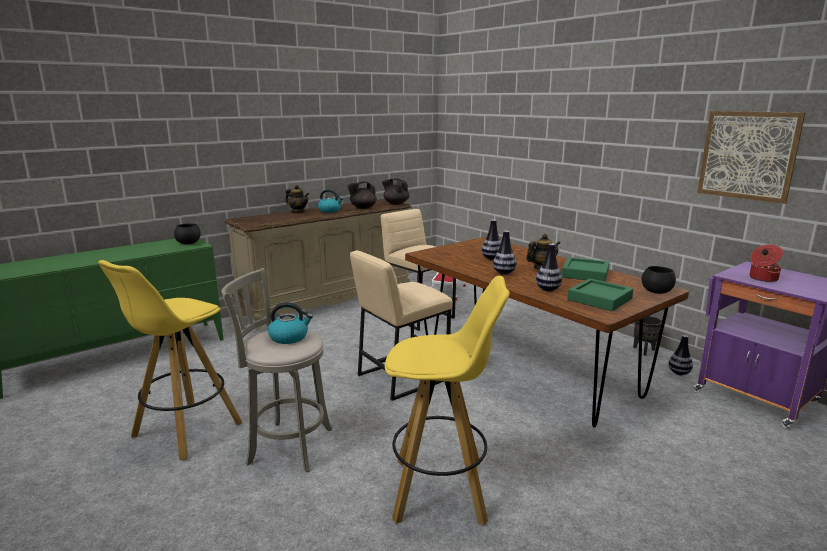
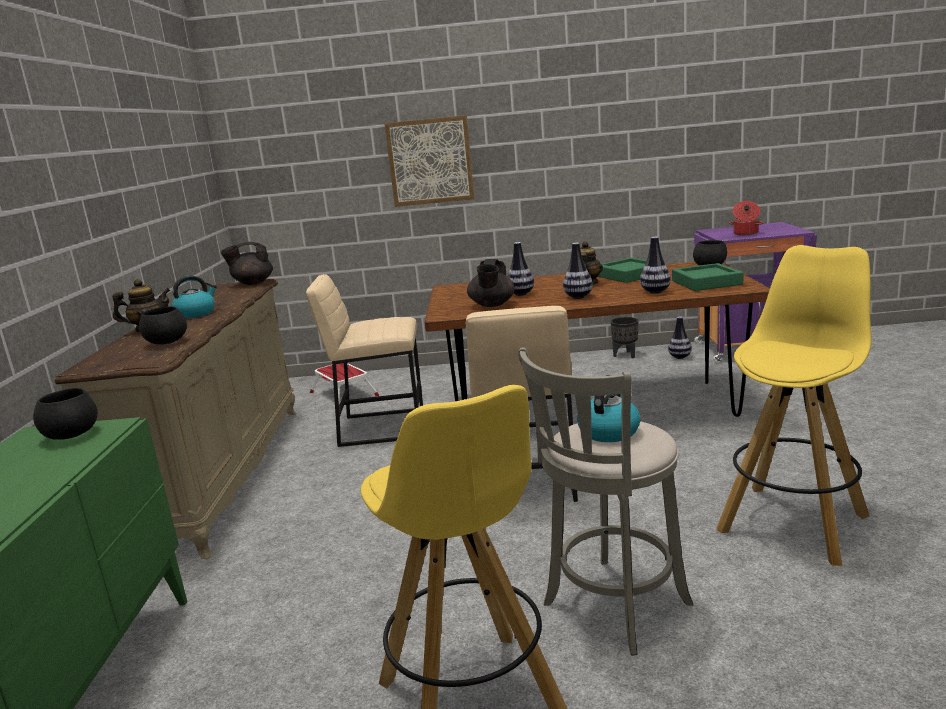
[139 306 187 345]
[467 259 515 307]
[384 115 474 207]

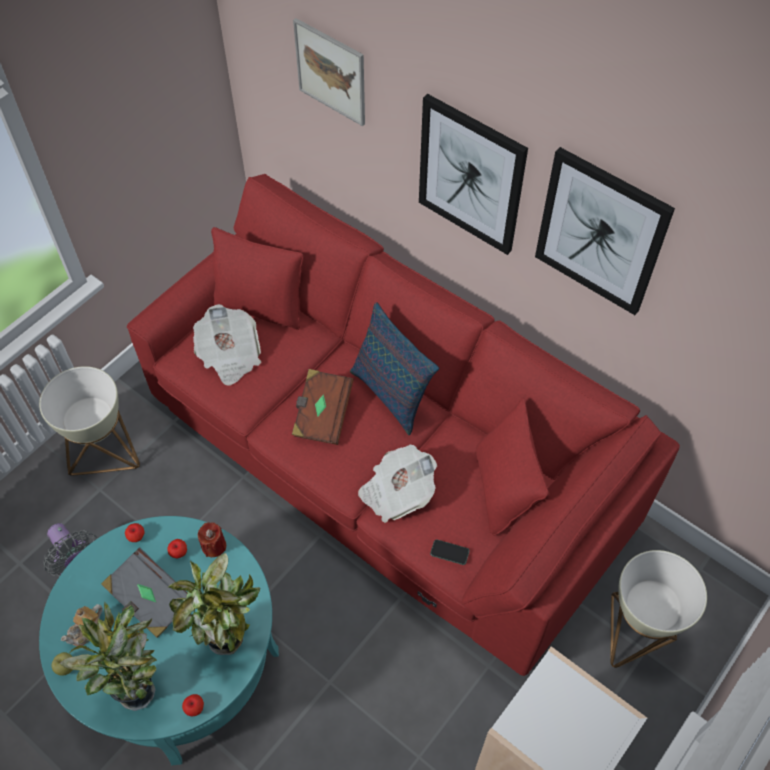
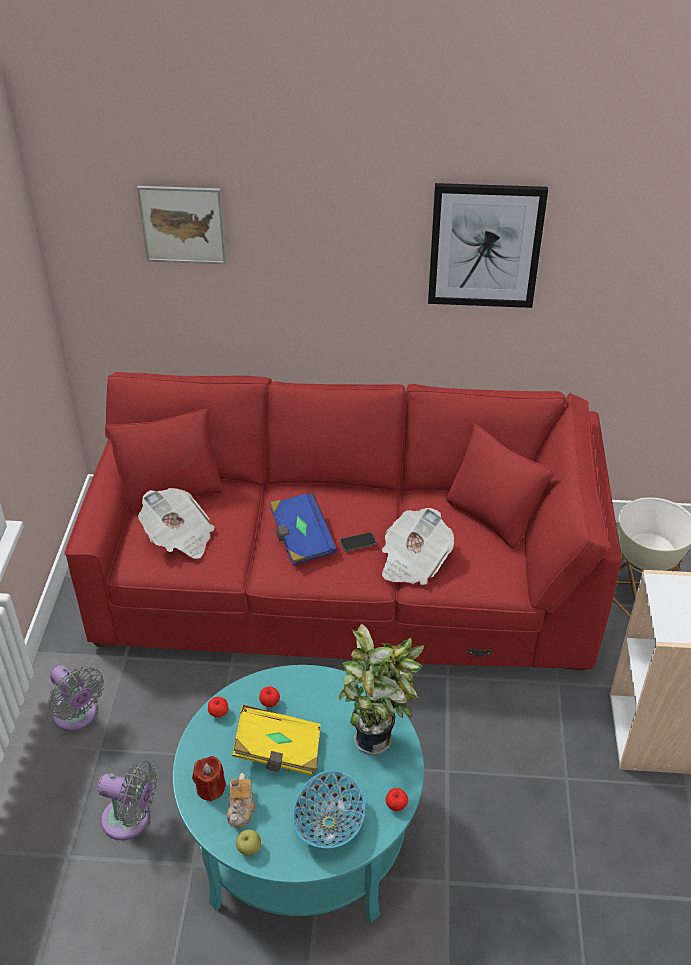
[350 302 439 435] (first image)
[419 94 528 255] (first image)
[192 756 226 802]
[340 532 377 551]
[48 665 104 731]
[292 770 365 849]
[232 705 321 776]
[270 492 337 565]

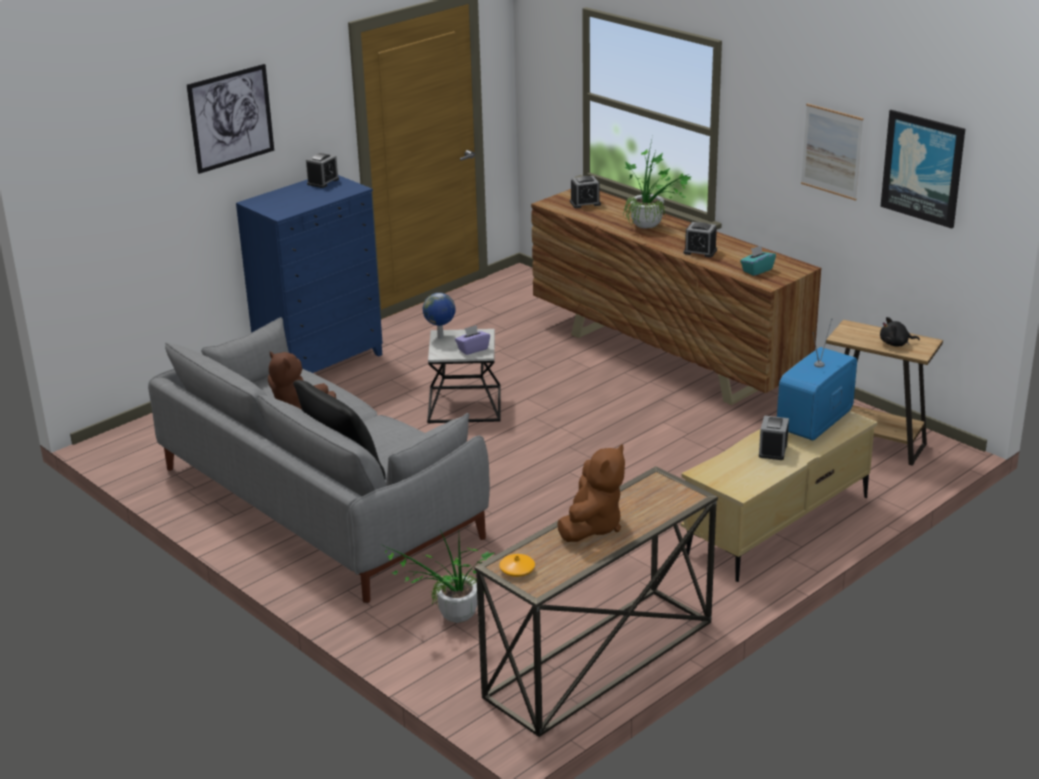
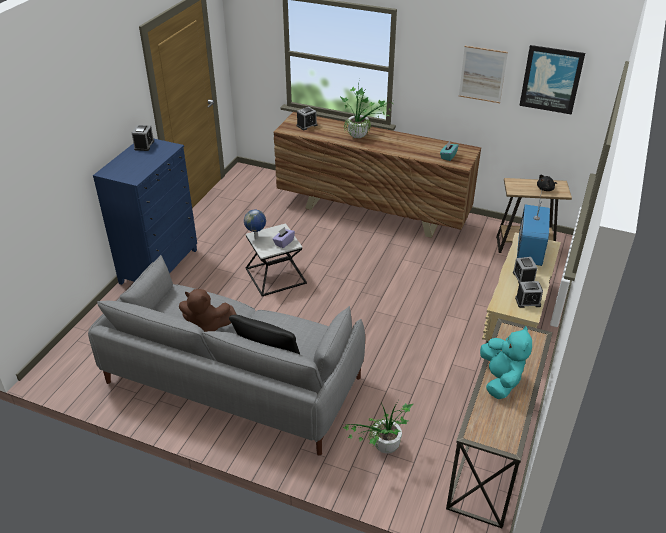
[187 64 274 174] (first image)
[499 554 535 577] (first image)
[515 281 543 308]
[480 326 532 399]

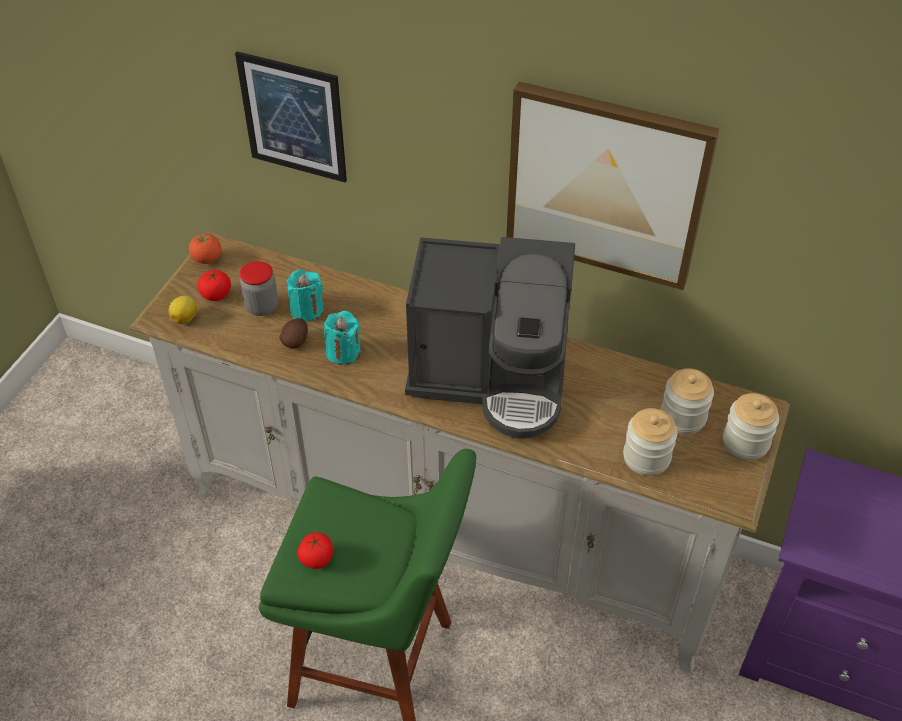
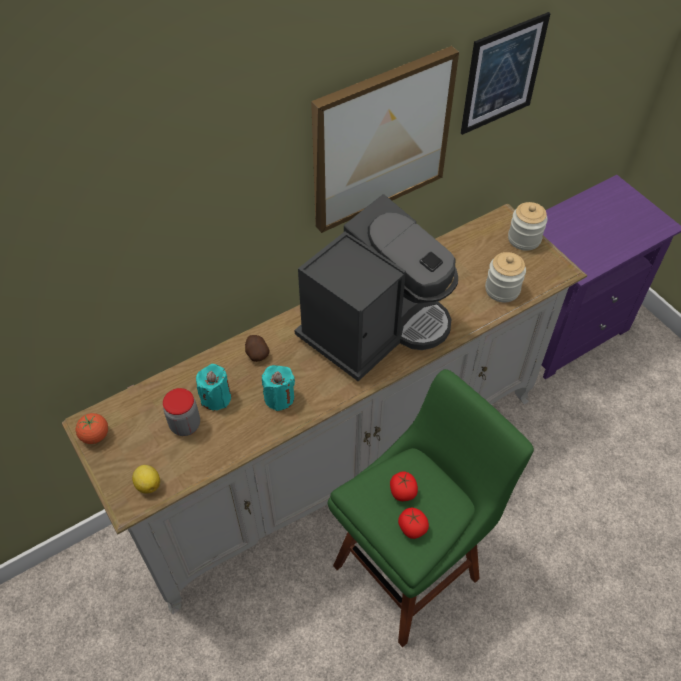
[661 368 714 434] (first image)
[390 471 418 501]
[461 12 551 135]
[245 335 269 362]

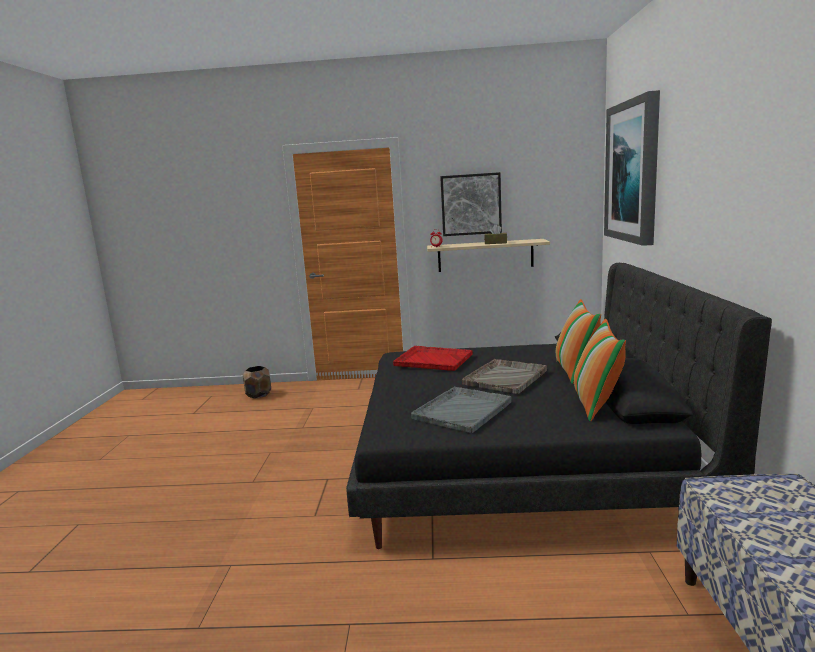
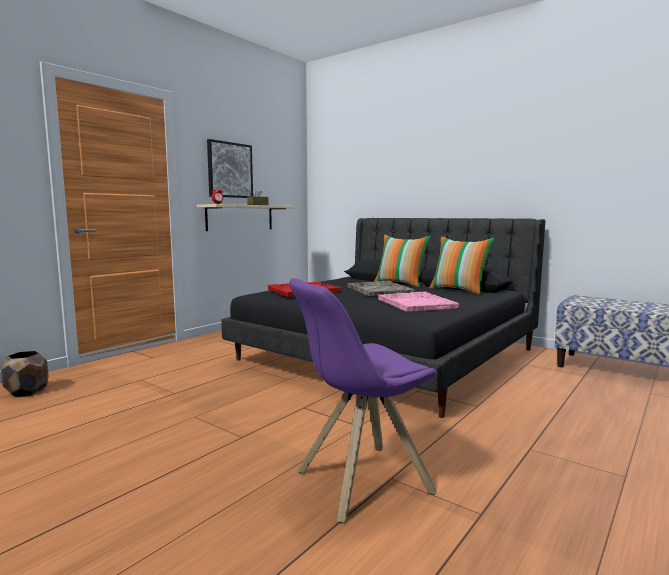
[604 90 660 246] (first image)
[289 278 437 523]
[378 291 459 312]

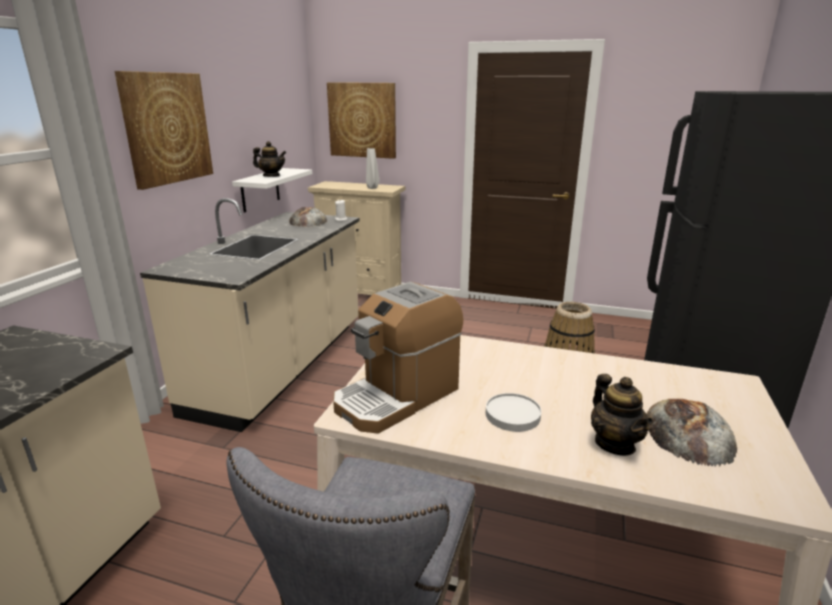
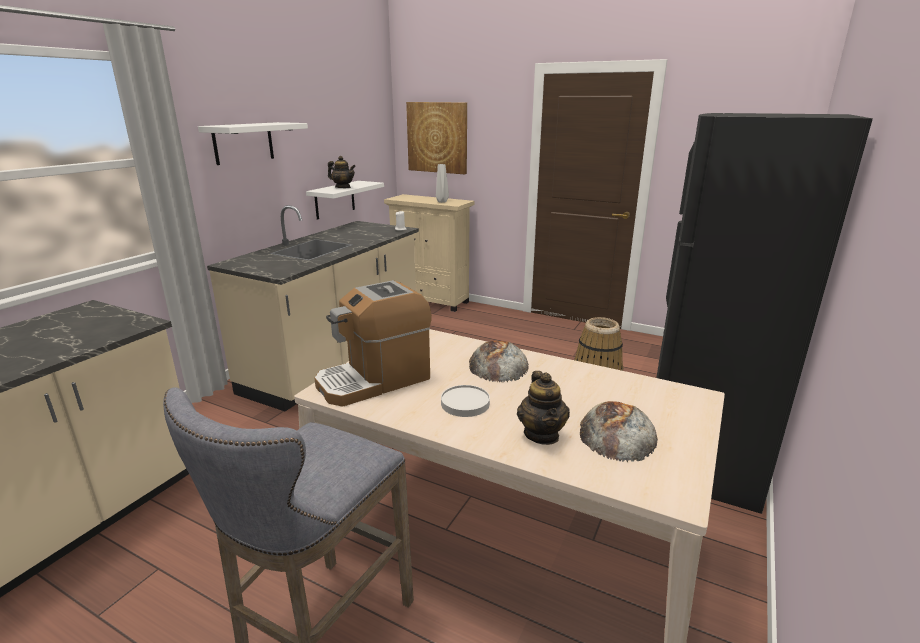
[469 340 529 382]
[198 122 308 165]

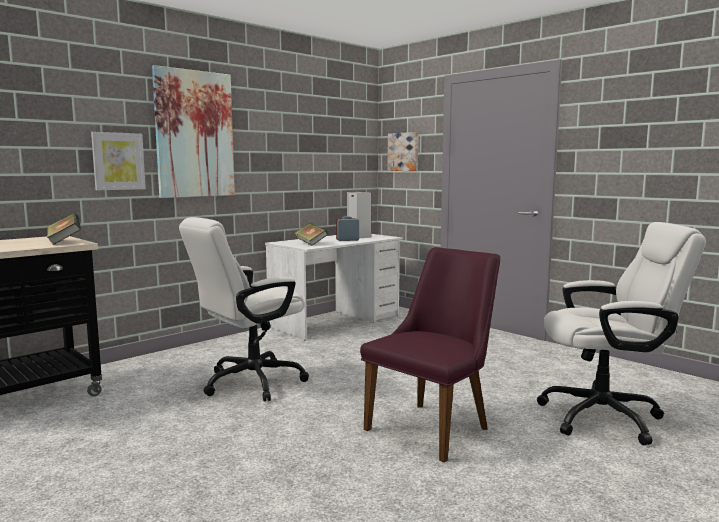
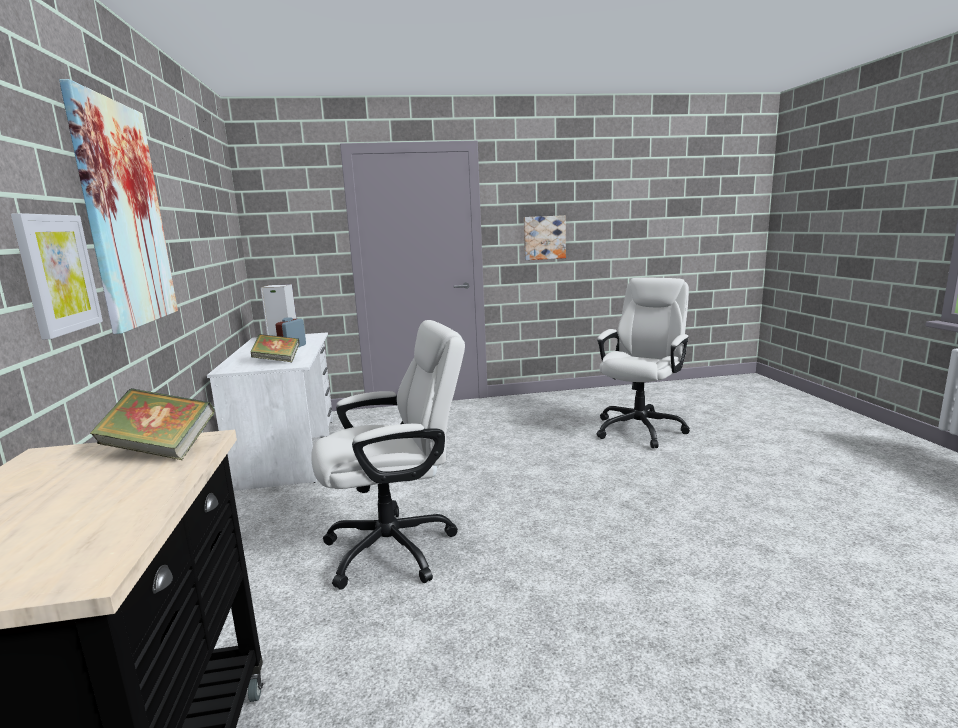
[360 247 500 463] (first image)
[524 215 566 260]
[311 320 465 590]

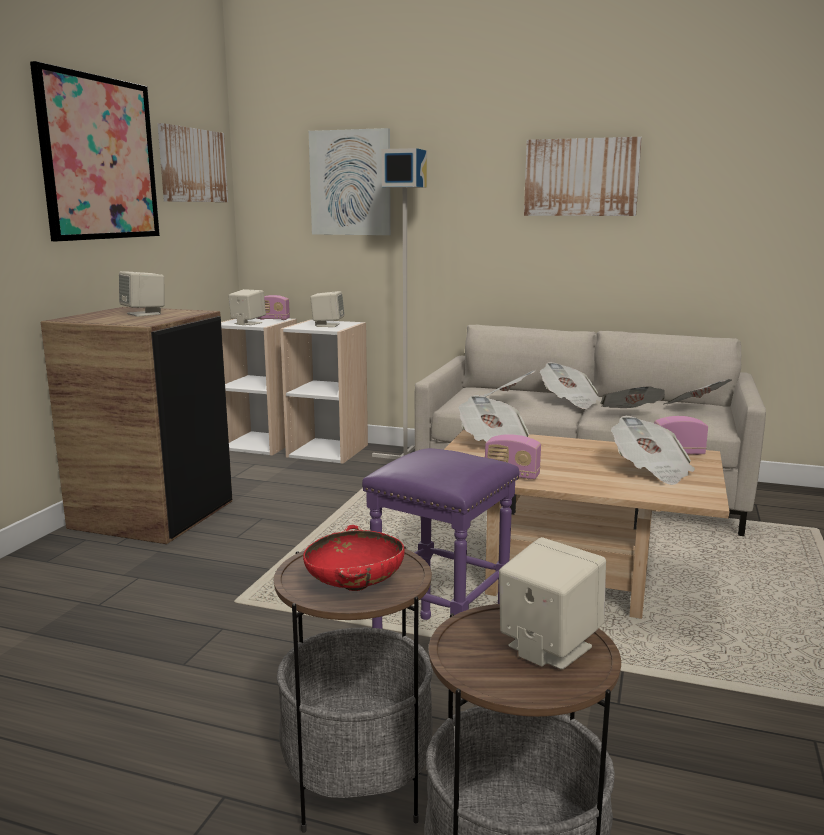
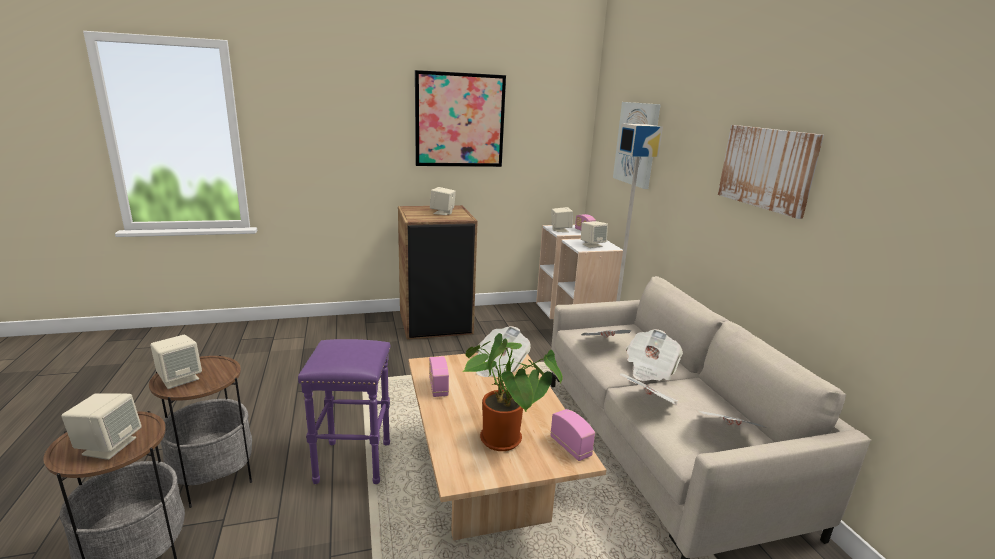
[158 123 228 202] (first image)
[150 335 202 389]
[462 333 563 451]

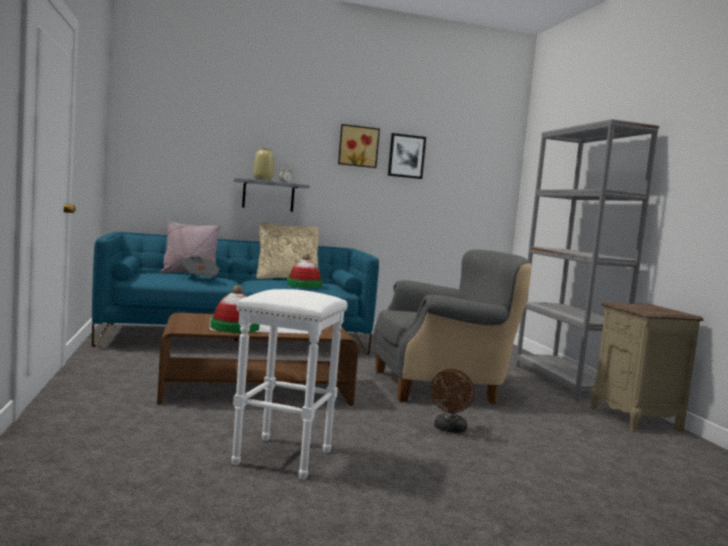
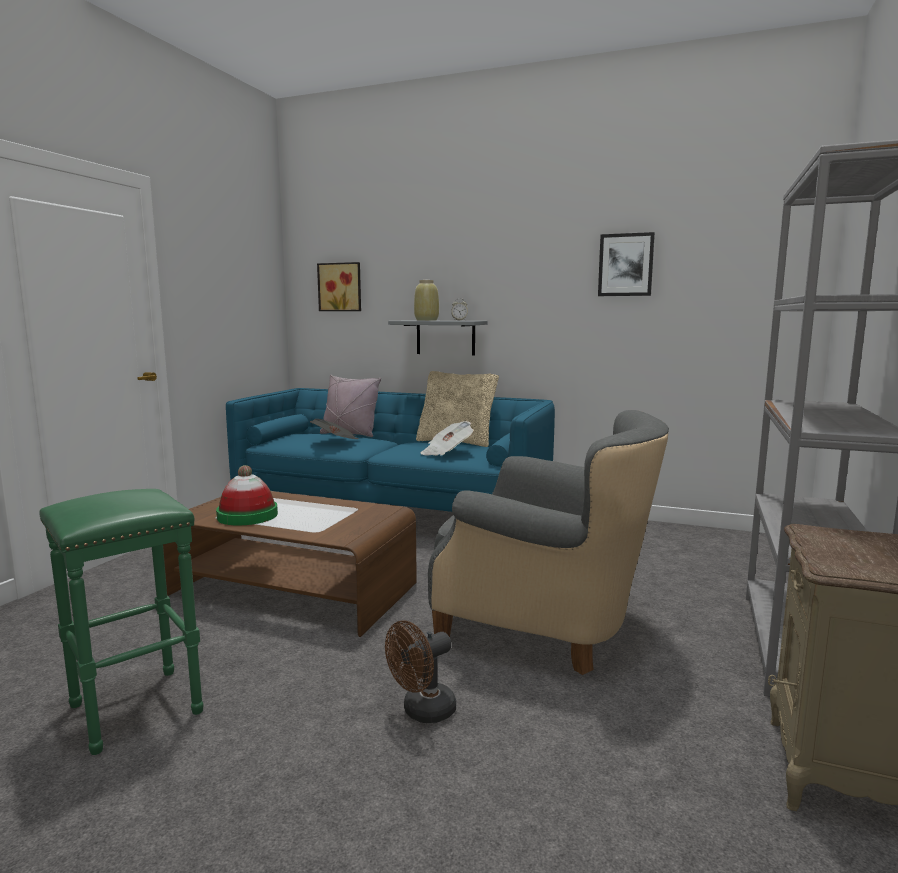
[317 262 361 311]
[421 421 473 456]
[39 489 203 755]

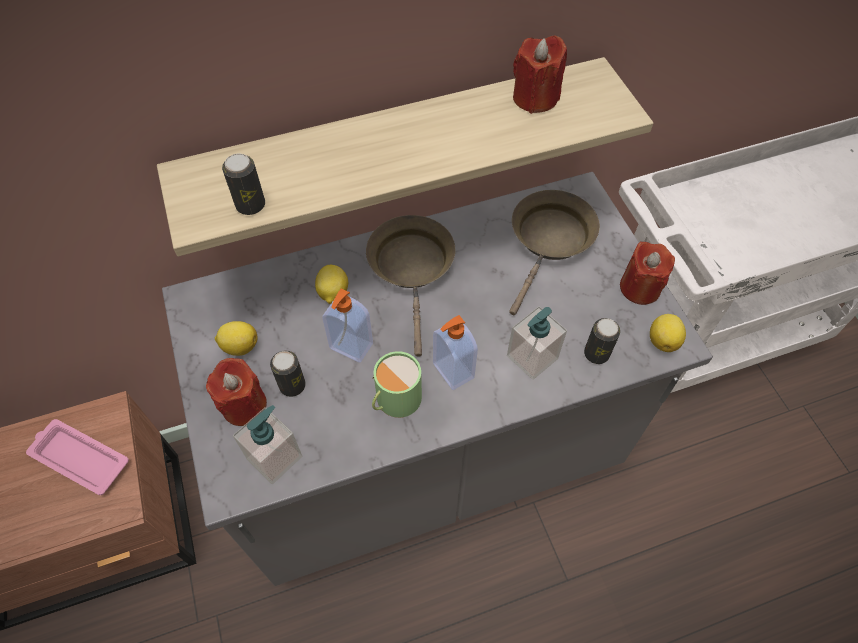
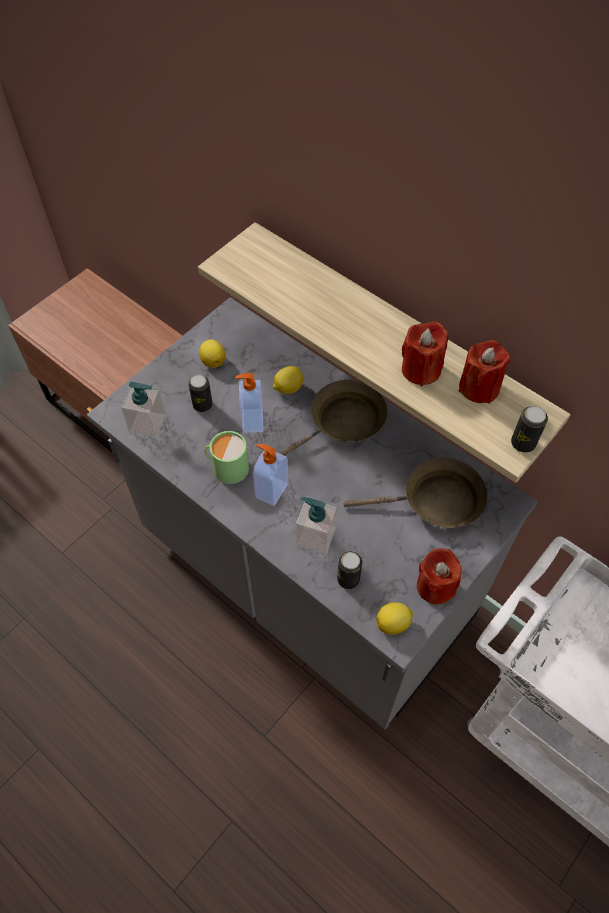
[26 419 129 495] (first image)
[402 322 448 386]
[511 406 548 453]

